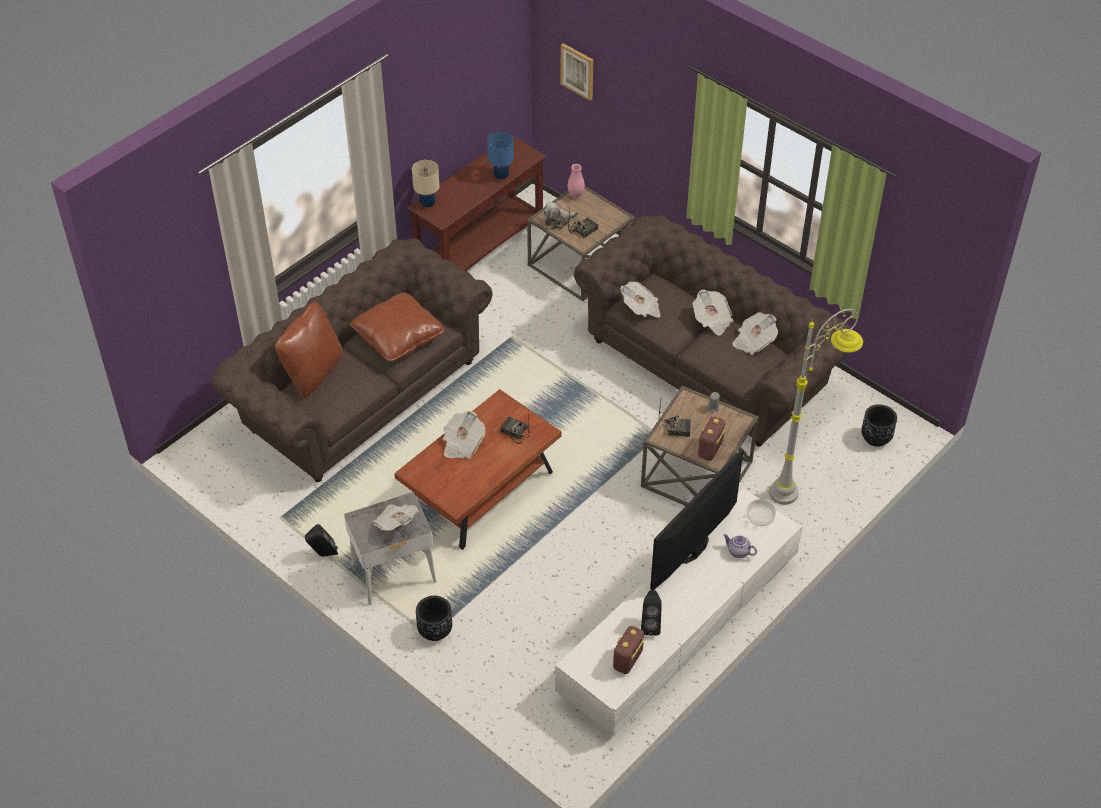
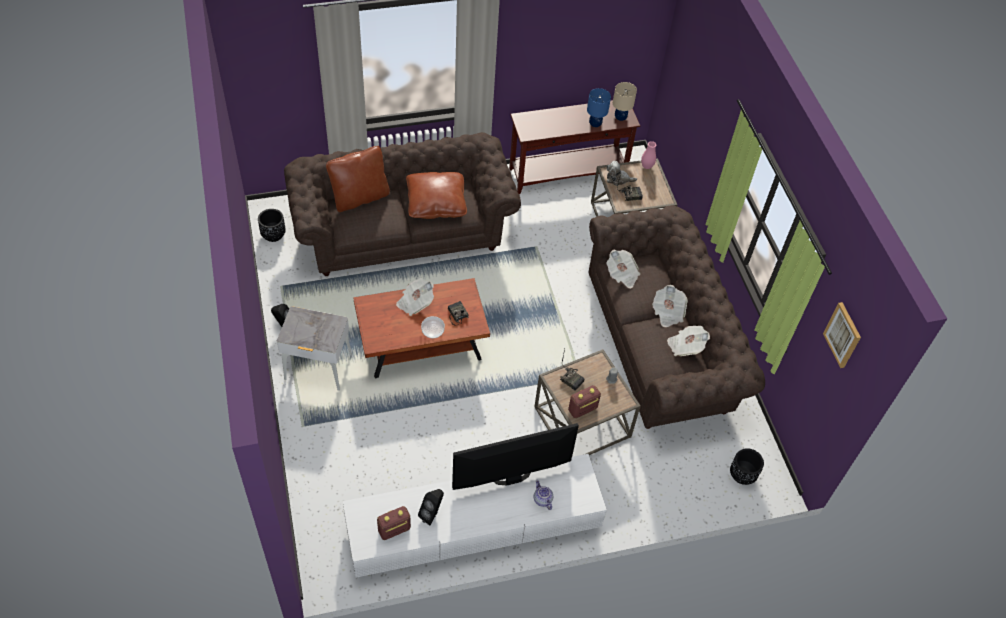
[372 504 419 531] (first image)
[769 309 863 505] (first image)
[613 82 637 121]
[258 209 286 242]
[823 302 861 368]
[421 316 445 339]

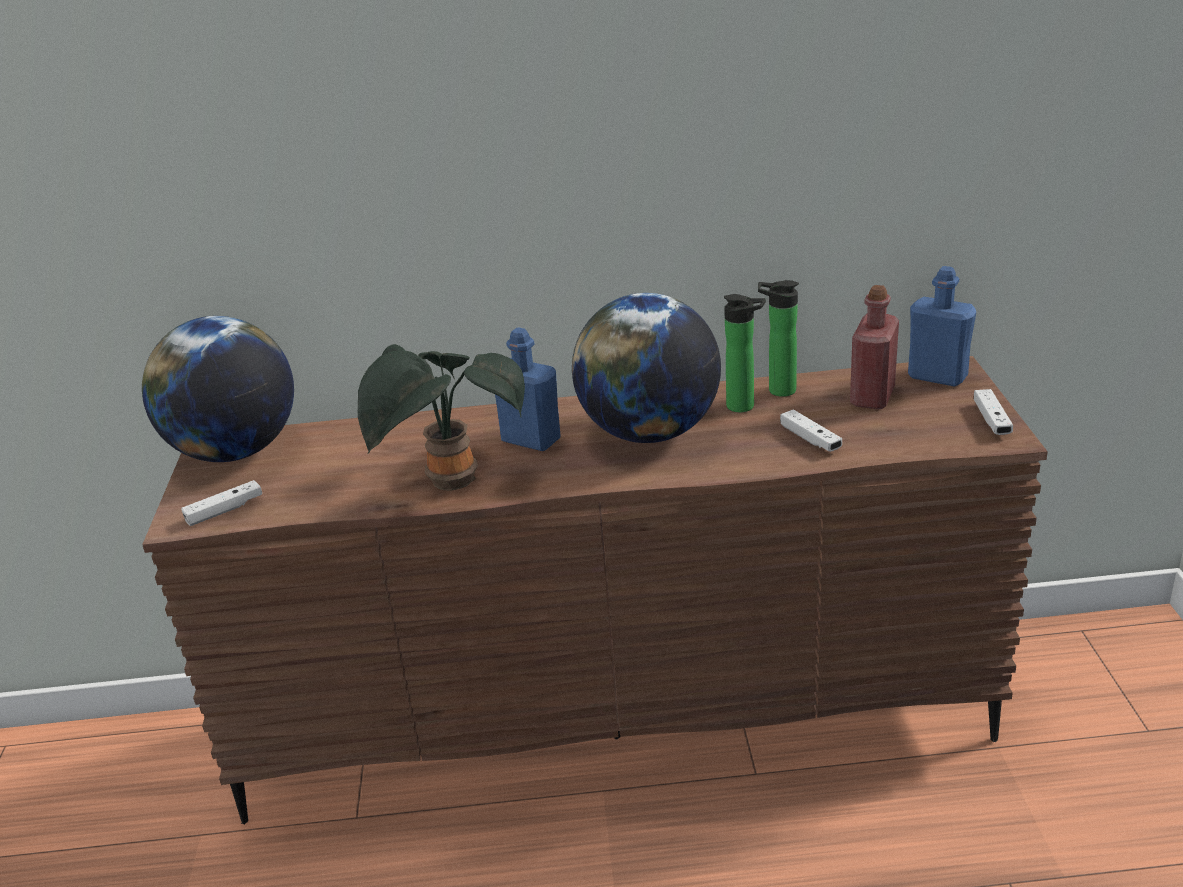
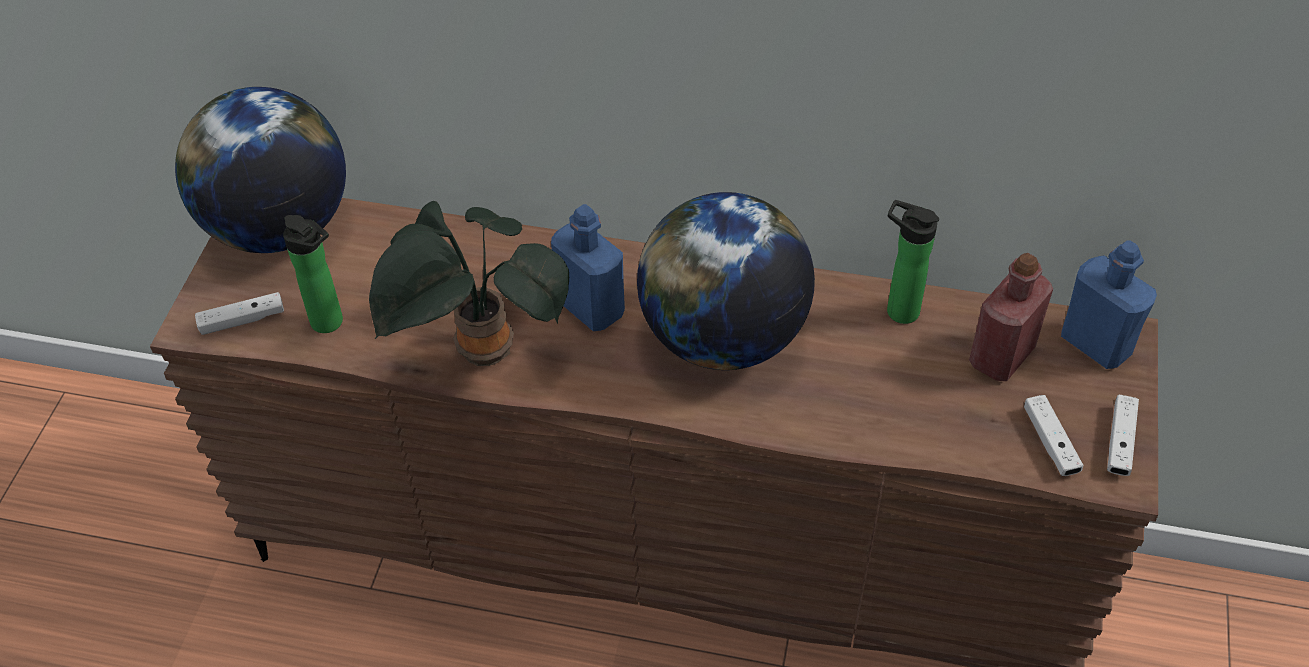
[283 215 343 333]
[1024 395 1083 476]

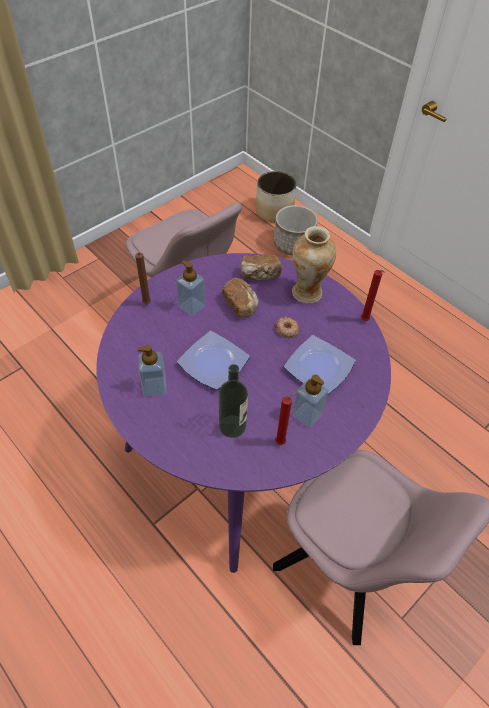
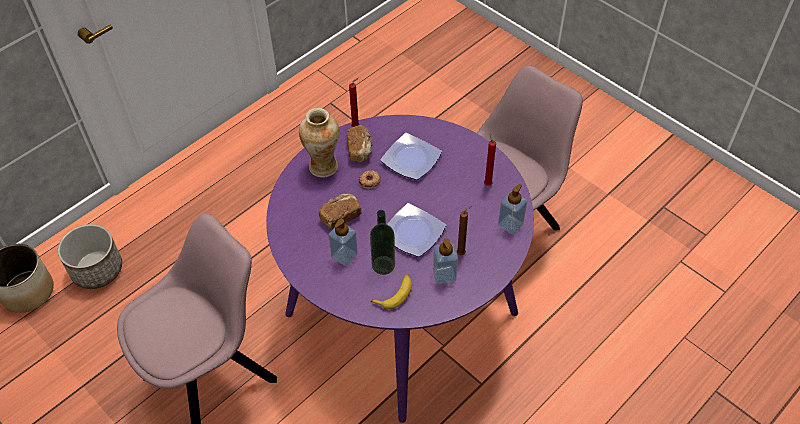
[371 274 412 309]
[457 206 471 255]
[370 210 395 275]
[347 125 372 163]
[498 184 527 234]

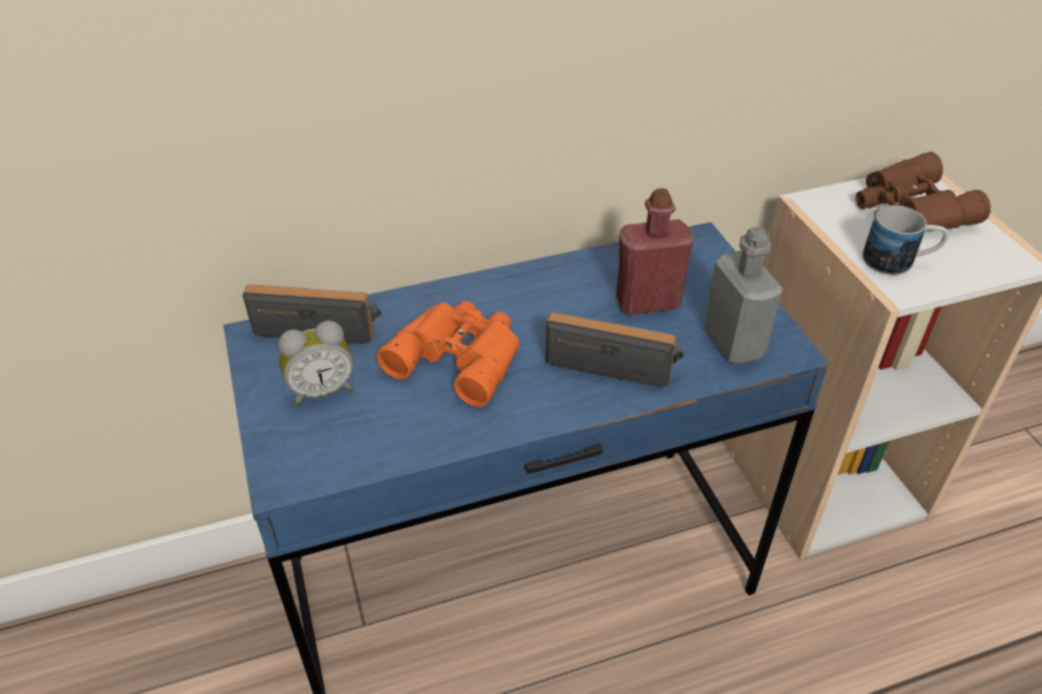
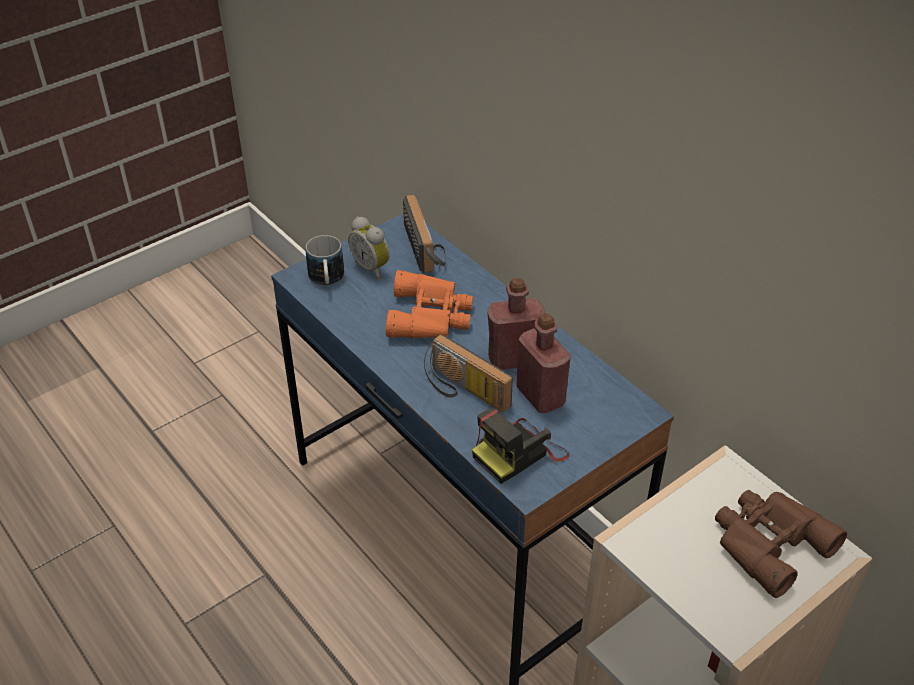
[487 278 545 370]
[305 235 344 286]
[472 408 569 484]
[424 334 513 412]

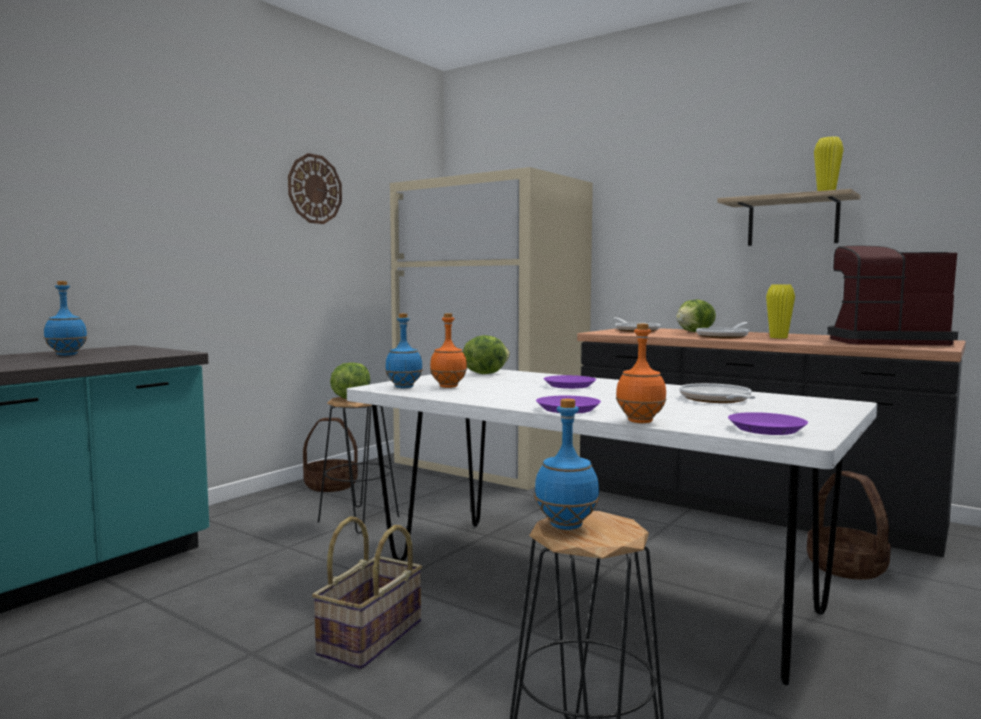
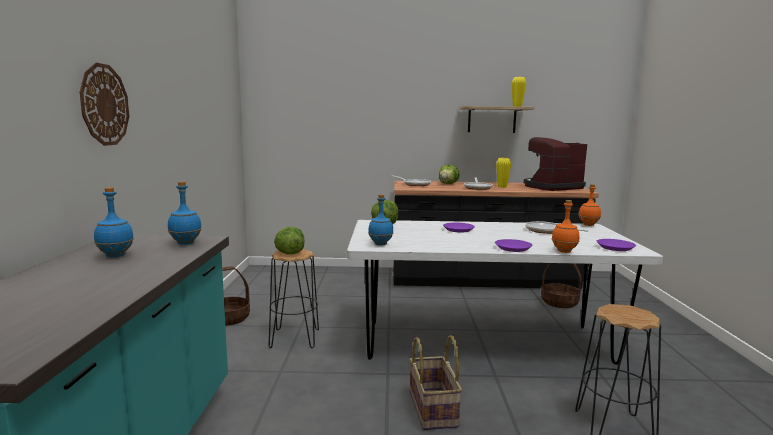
[390 167 593 490] (first image)
[80 63 129 146]
[579 184 601 226]
[168 181 202 245]

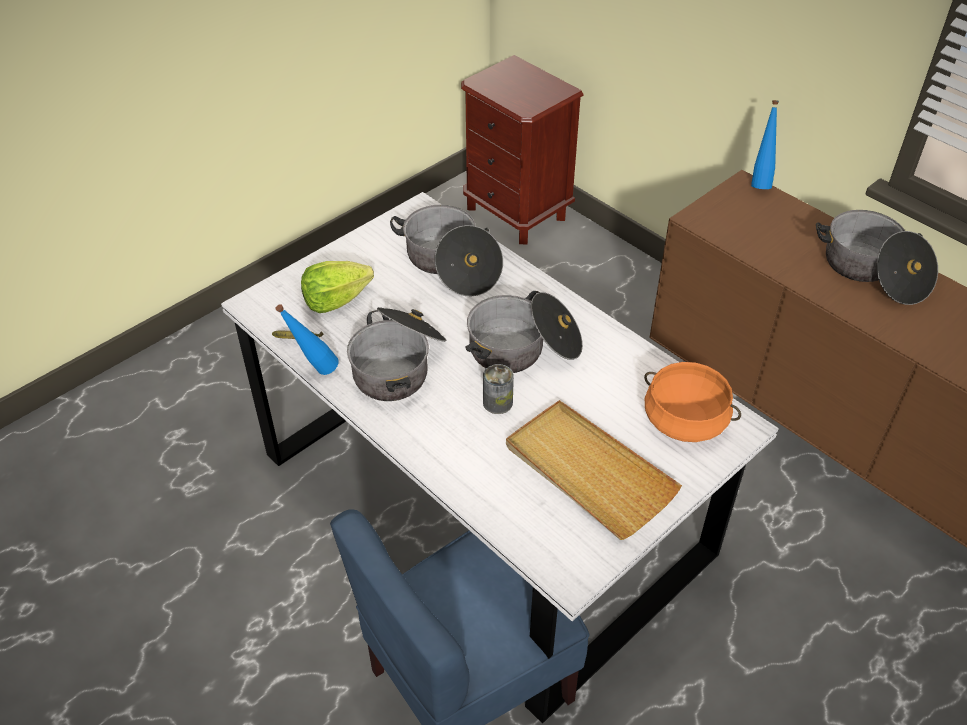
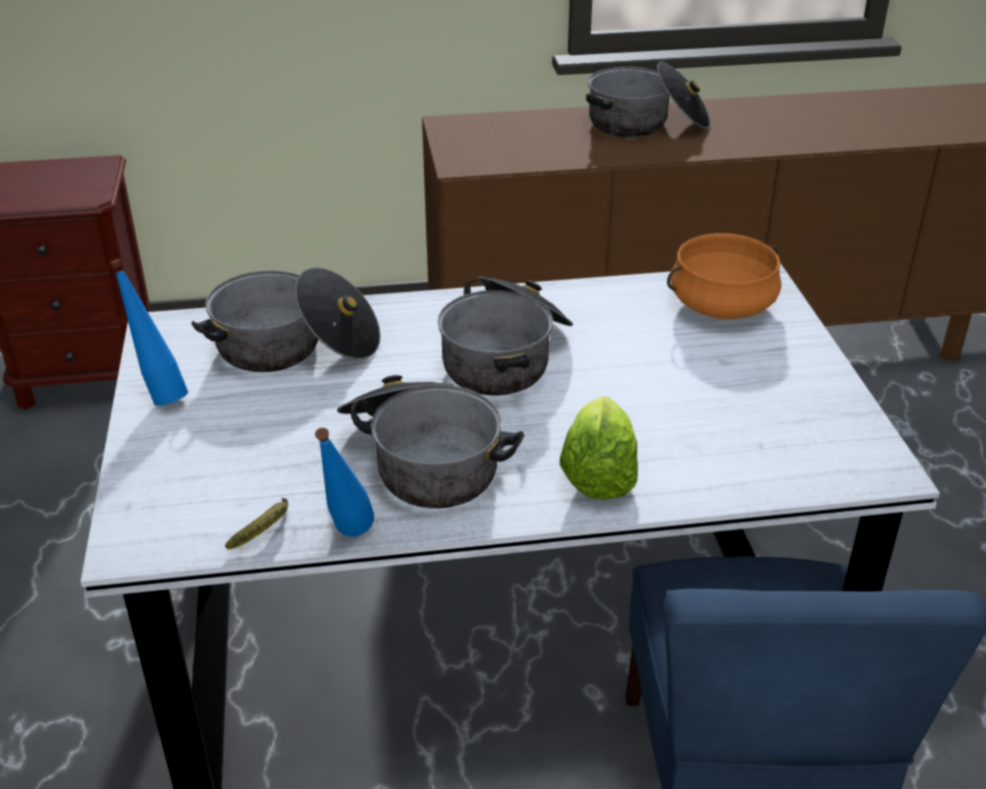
[483 364 514 414] (first image)
[506 400 682 540] (first image)
[560 396 638 499]
[110 259 188 406]

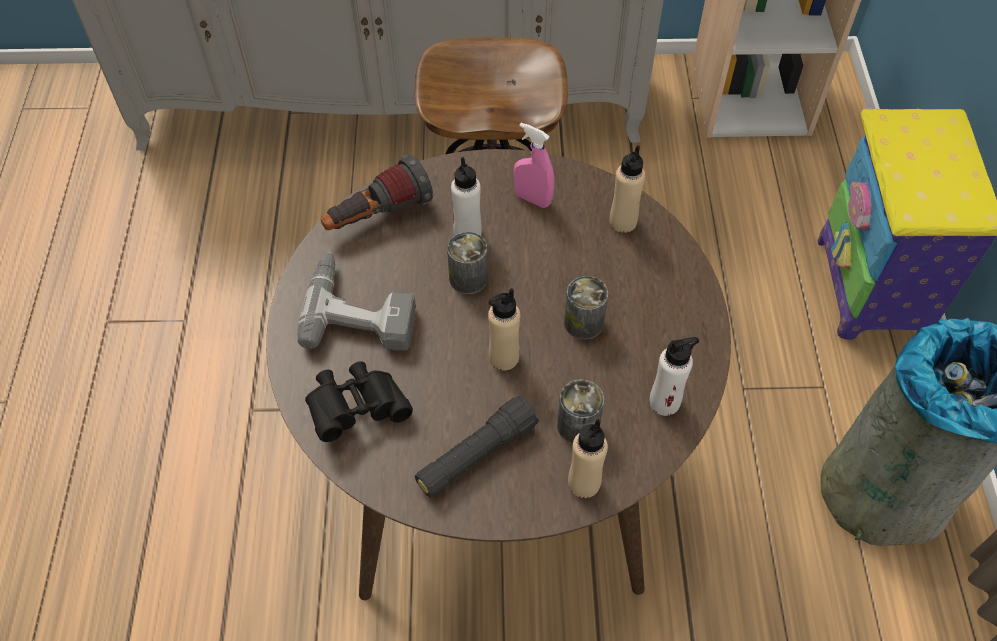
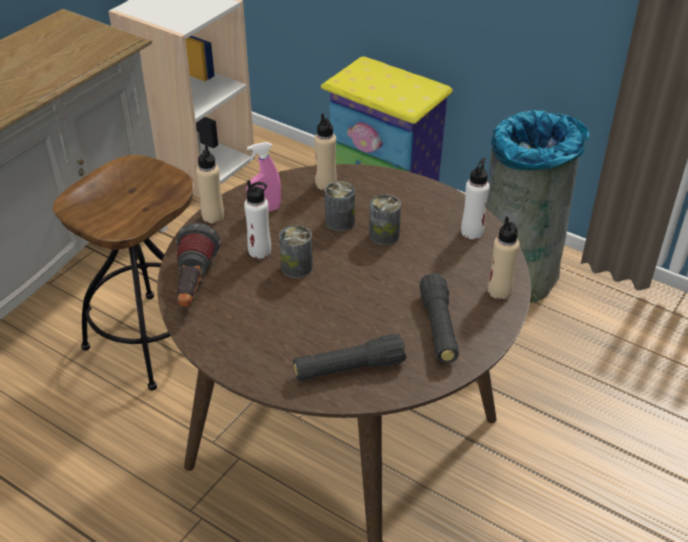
[298 252 416 350] (first image)
[196 144 224 223]
[325 181 355 231]
[293 334 406 381]

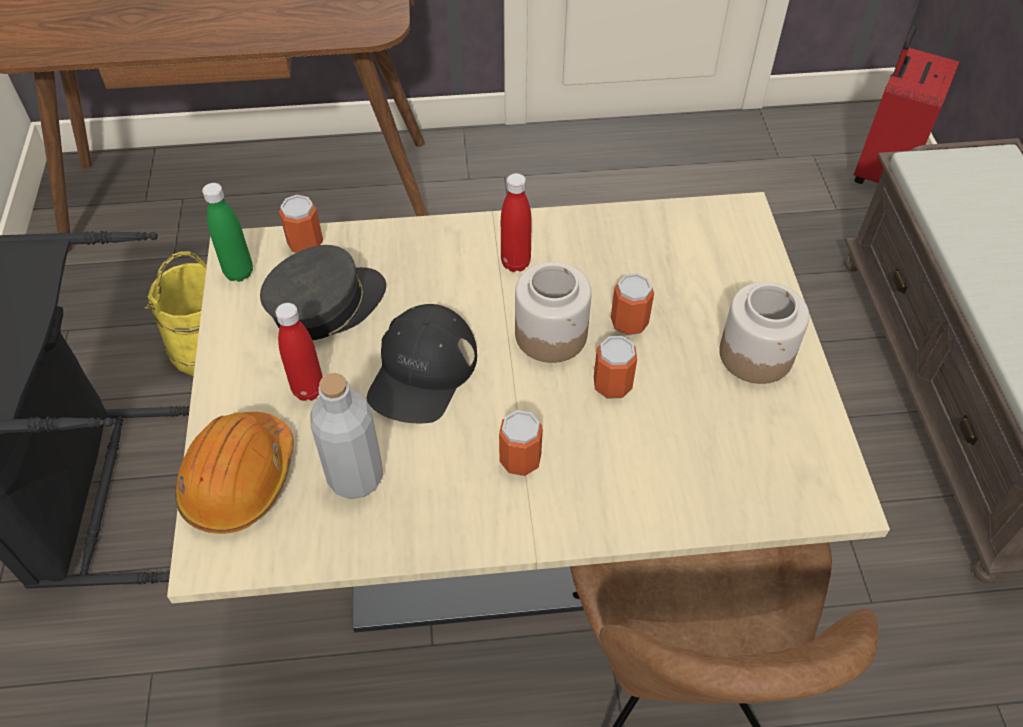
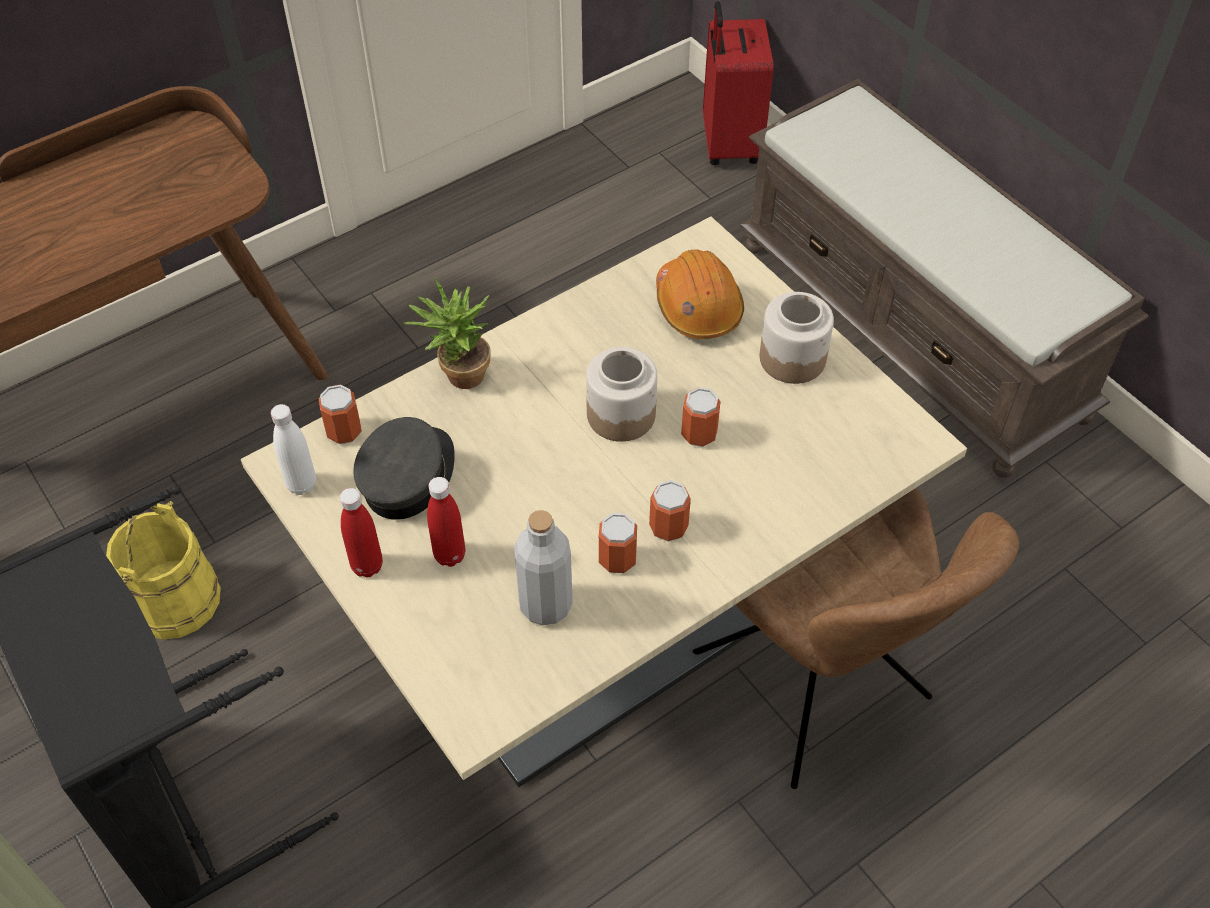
[367 304 477 423] (first image)
[404 277 491 389]
[656 249 744 339]
[340 488 383 578]
[599 513 637 573]
[271 404 316 495]

